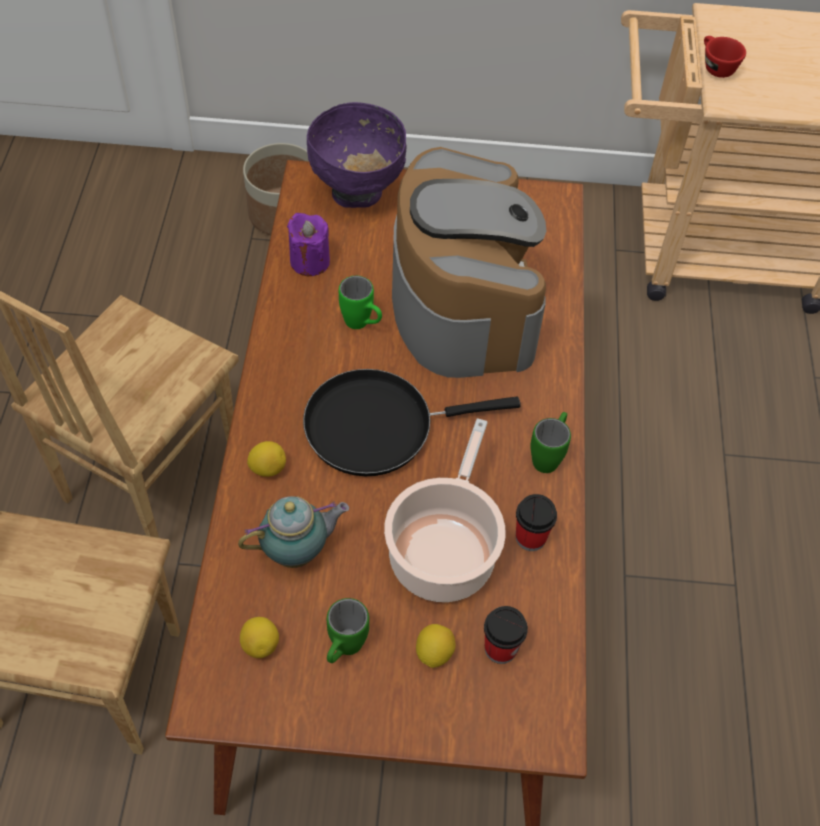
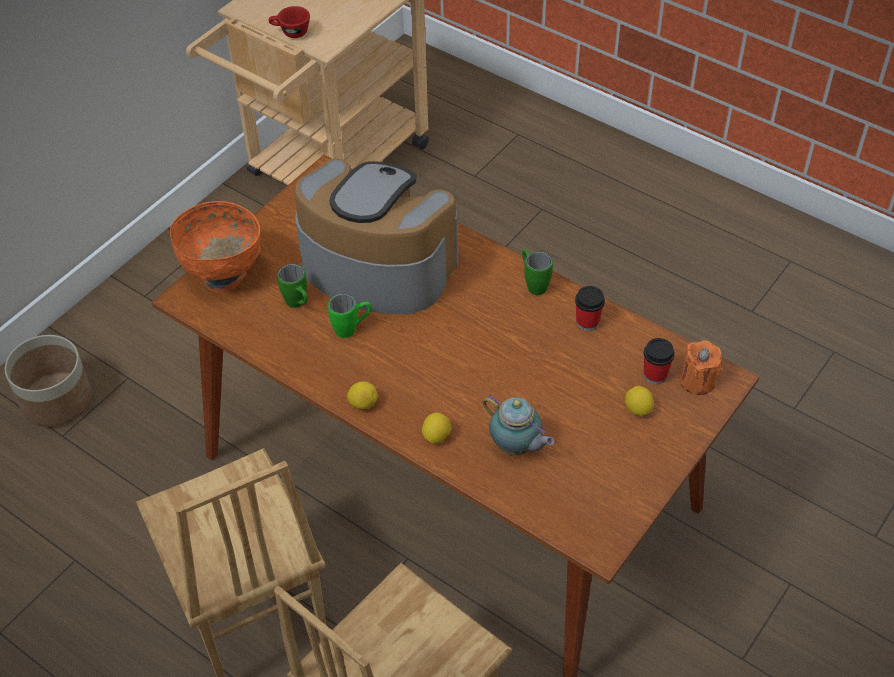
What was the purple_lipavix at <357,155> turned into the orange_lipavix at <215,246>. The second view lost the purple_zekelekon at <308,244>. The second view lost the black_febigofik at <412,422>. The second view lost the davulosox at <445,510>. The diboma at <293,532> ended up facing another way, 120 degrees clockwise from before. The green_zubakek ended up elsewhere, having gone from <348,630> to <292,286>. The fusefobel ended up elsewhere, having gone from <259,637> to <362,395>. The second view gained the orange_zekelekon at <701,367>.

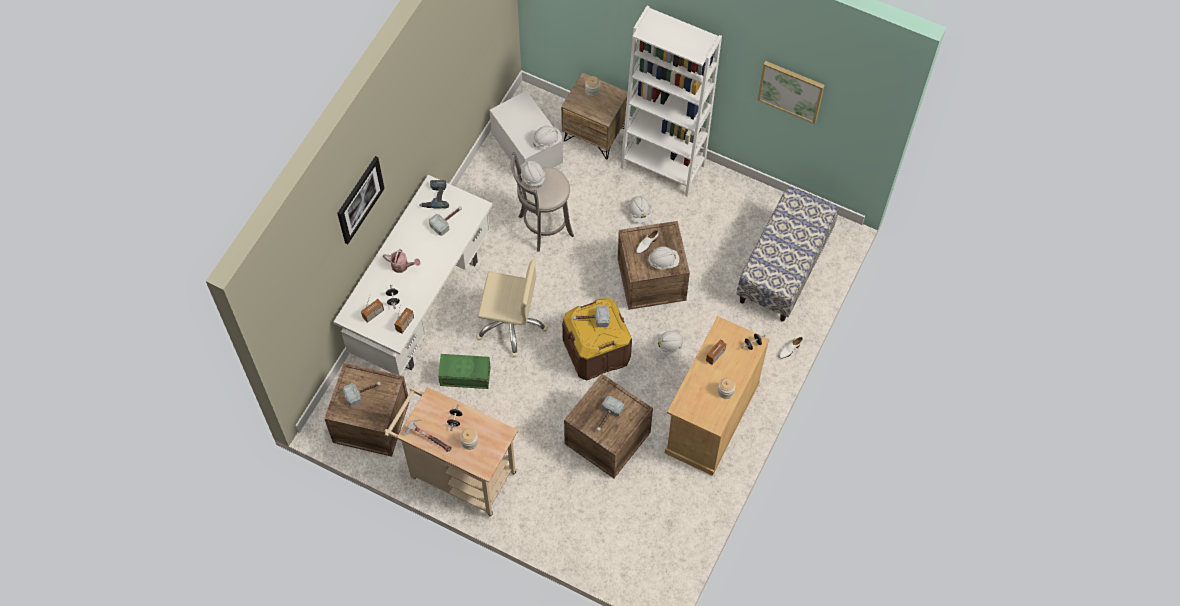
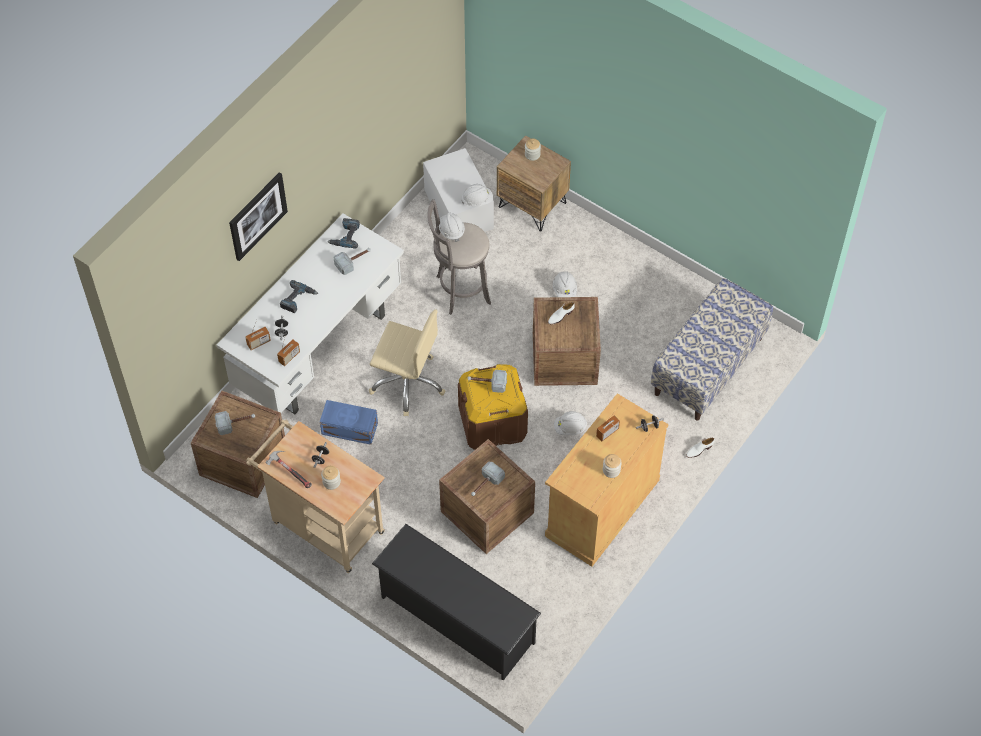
The second view lost the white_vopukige at <671,101>. The second view lost the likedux at <791,92>. The second view lost the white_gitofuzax at <663,258>. Where the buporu stood at <401,261>, the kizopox came to stand at <299,296>. What was the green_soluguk at <464,371> turned into the blue_soluguk at <349,422>. The second view gained the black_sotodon at <456,602>.

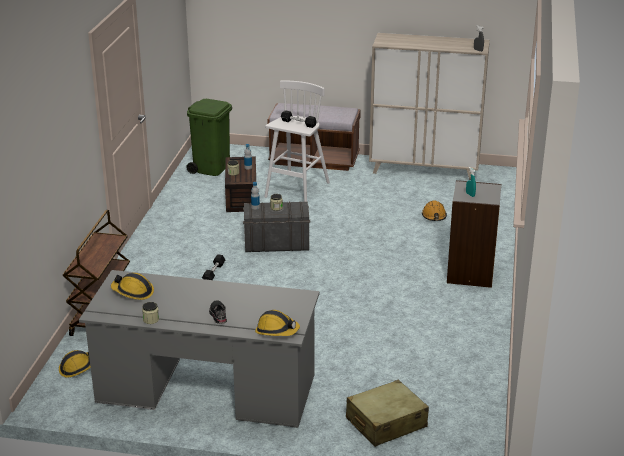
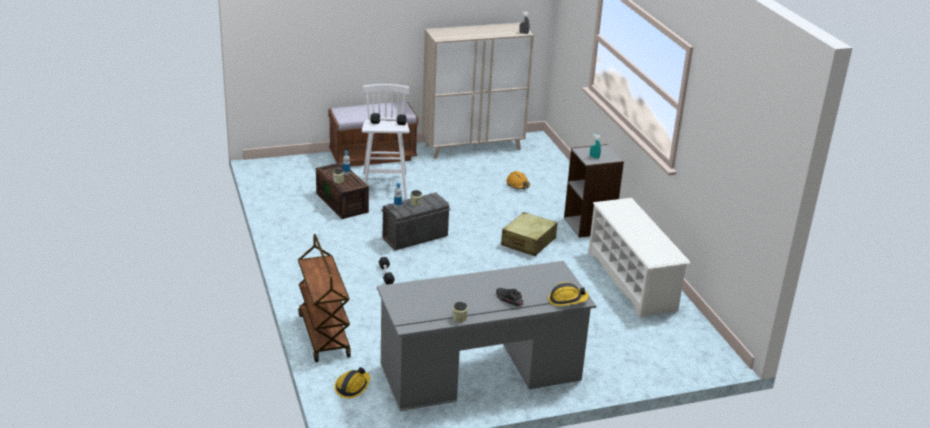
The second view lost the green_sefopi at <209,137>. The second view lost the gitofuzax at <132,286>. The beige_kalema ended up elsewhere, having gone from <387,413> to <529,234>. The second view gained the white_sotodon at <639,258>.

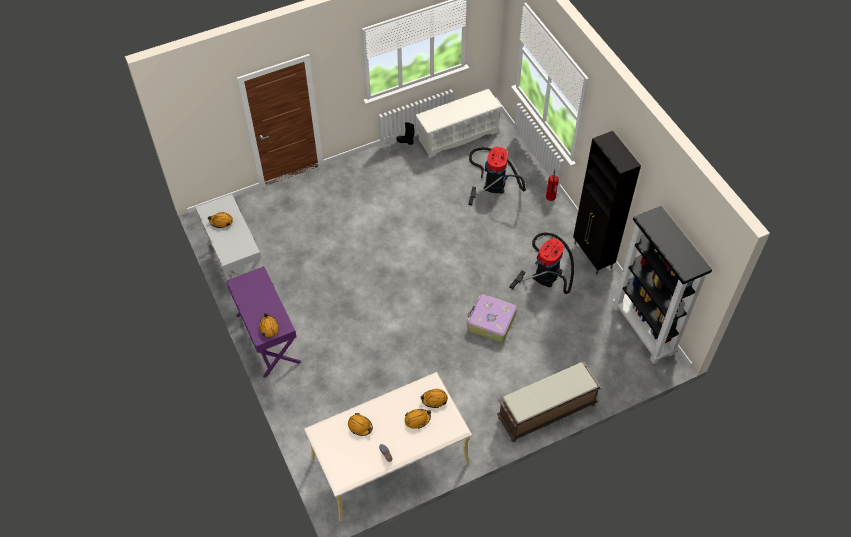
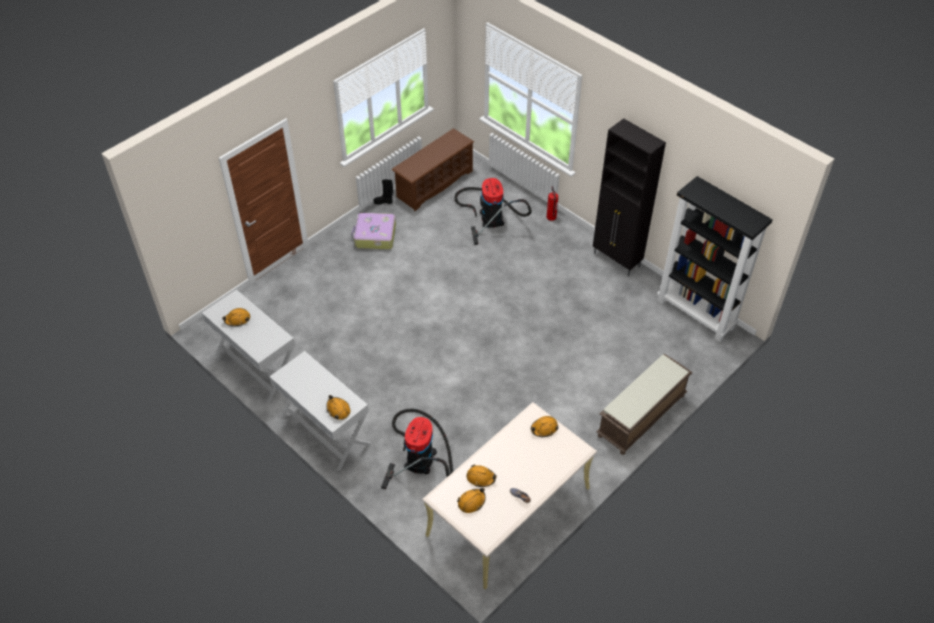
What was the white_sotodon at <458,123> turned into the brown_sotodon at <433,169>. The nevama ended up elsewhere, having gone from <541,263> to <417,449>. What was the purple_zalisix at <263,322> turned into the white_zalisix at <320,411>. The kalema ended up elsewhere, having gone from <492,318> to <373,231>. The orange_gitofuzax ended up elsewhere, having gone from <418,419> to <471,500>.

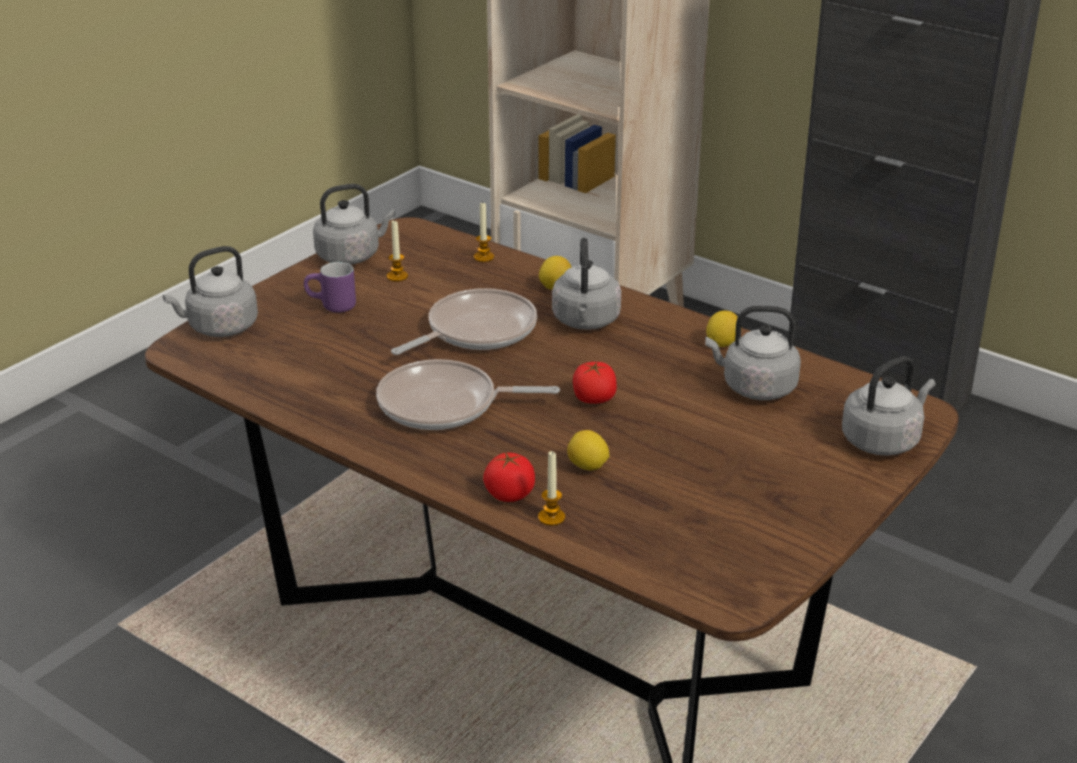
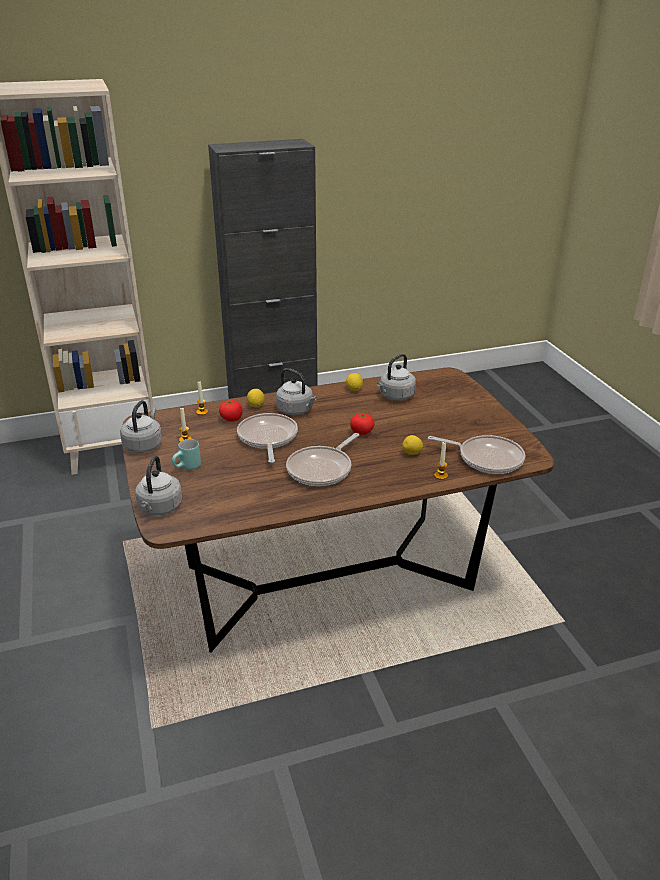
What was the purple_zubakek at <330,287> turned into the turquoise_zubakek at <186,454>. The second view lost the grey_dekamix at <888,406>. The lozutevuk ended up elsewhere, having gone from <509,477> to <231,411>. The second view gained the febigofik at <476,454>.

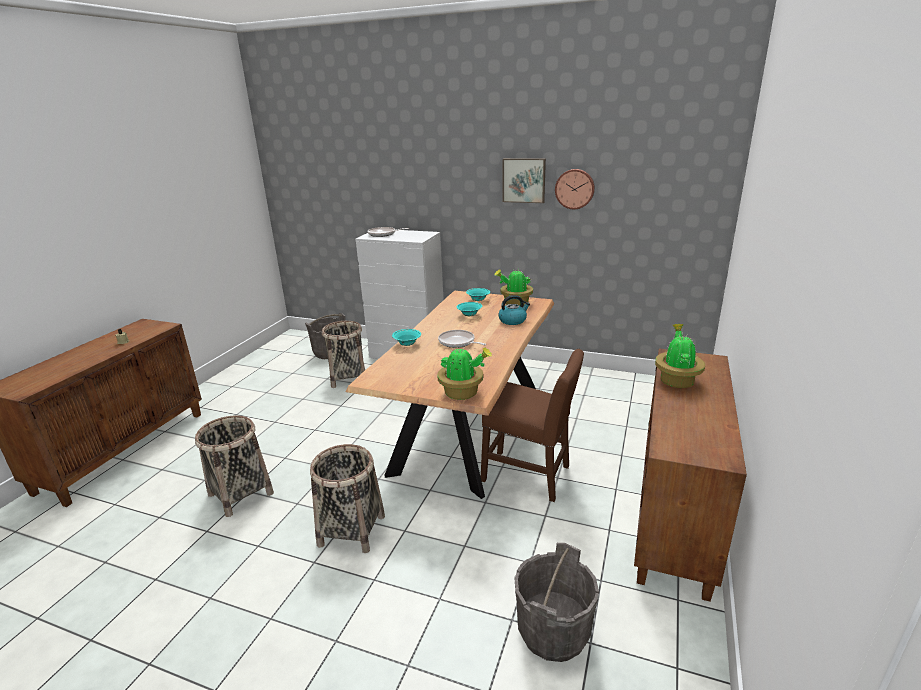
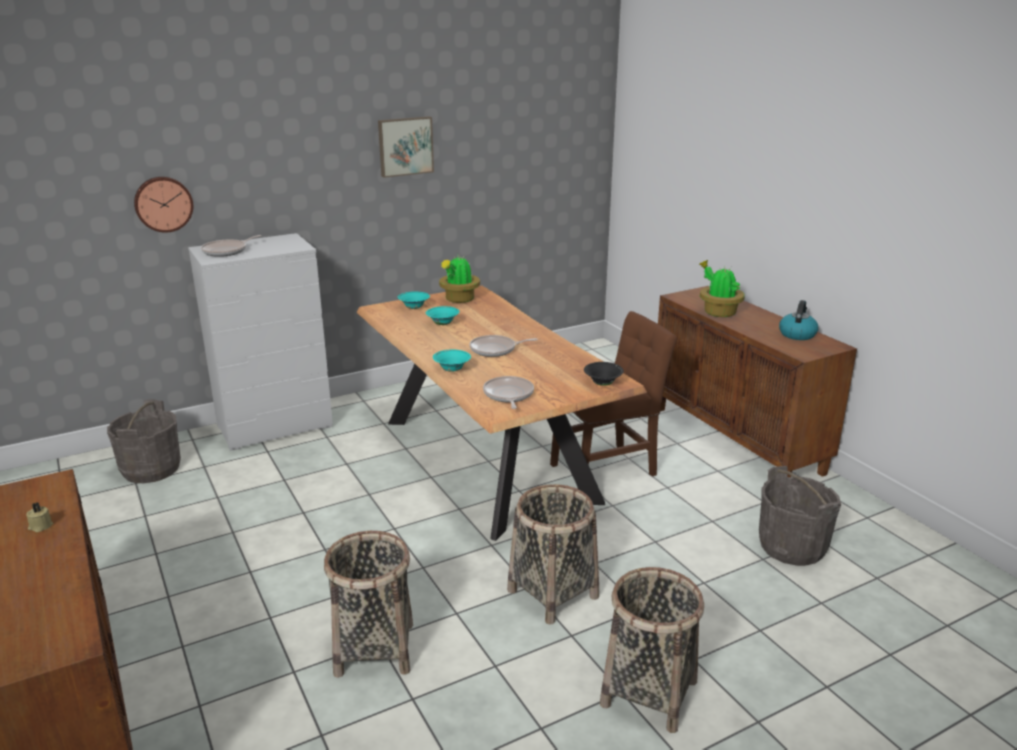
The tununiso ended up elsewhere, having gone from <575,189> to <163,205>. The dekamix ended up elsewhere, having gone from <514,310> to <798,320>. The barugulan ended up elsewhere, having gone from <343,354> to <652,650>. Where the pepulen stood at <464,373>, the black_lipavix came to stand at <604,374>. The second view gained the febigofik at <508,392>.

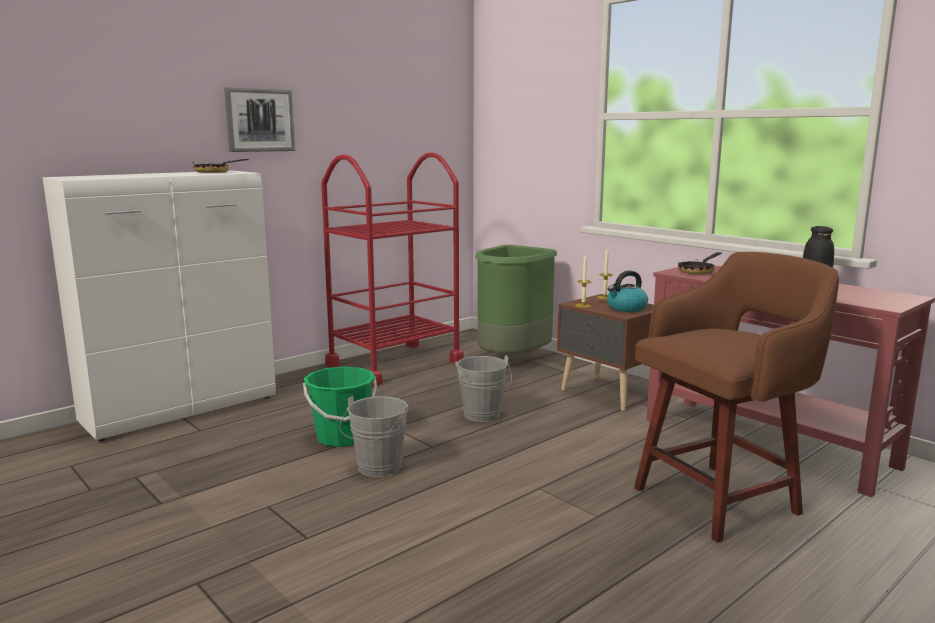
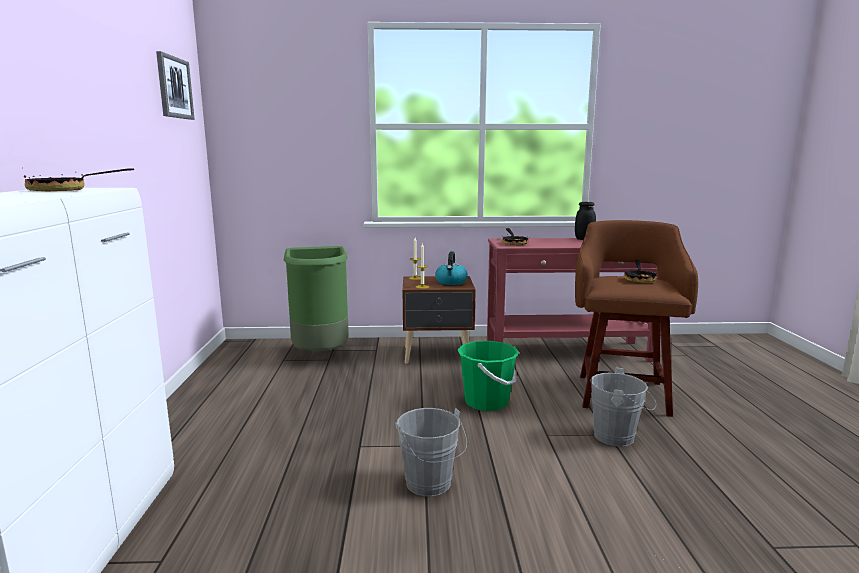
The likedux ended up elsewhere, having gone from <259,119> to <175,85>. The second view lost the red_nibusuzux at <392,269>. The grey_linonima ended up elsewhere, having gone from <483,388> to <623,407>. The green_linonima ended up elsewhere, having gone from <340,407> to <488,376>. The second view gained the febigofik at <640,271>.

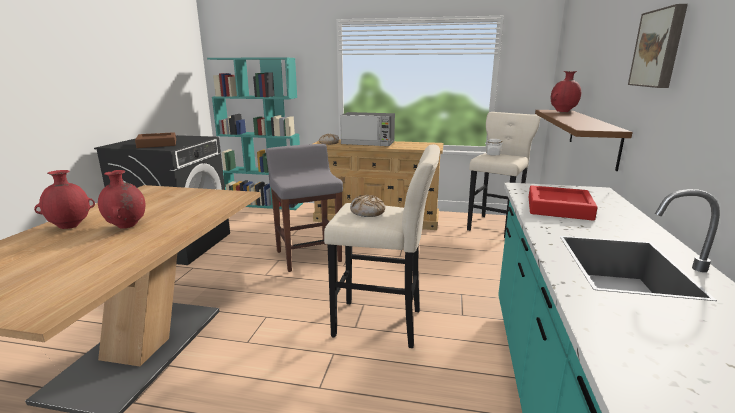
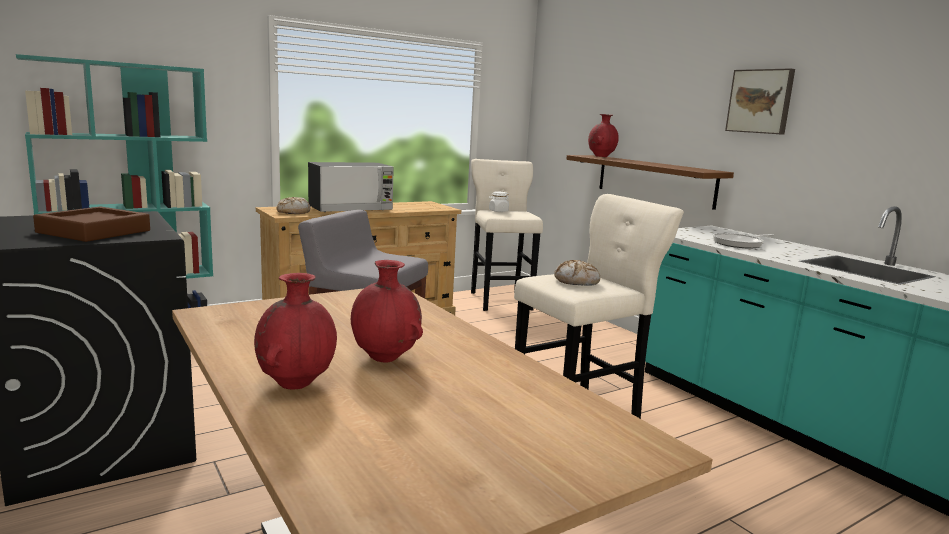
Where the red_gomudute stood at <563,203>, the febigofik came to stand at <743,241>.

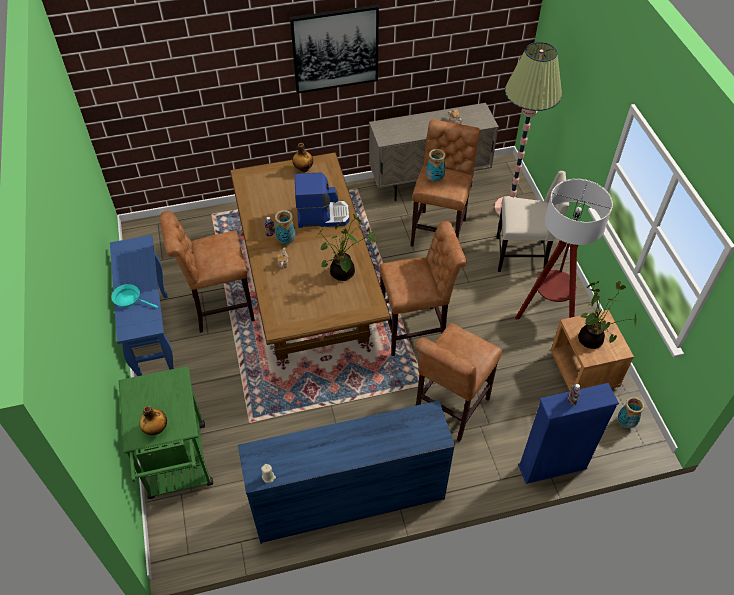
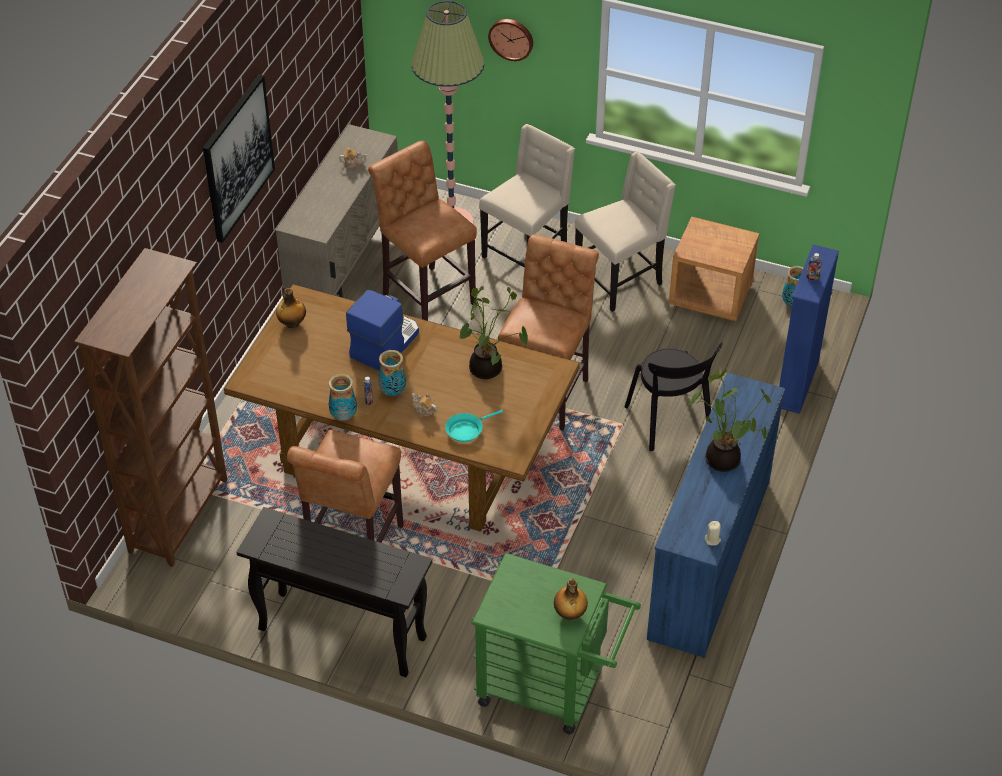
The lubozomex ended up elsewhere, having gone from <435,165> to <343,397>. Where the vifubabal stood at <564,249>, the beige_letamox came to stand at <625,232>. What was the blue_zalisix at <142,305> turned into the black_zalisix at <334,592>. The pepulen ended up elsewhere, having gone from <607,315> to <730,421>. The turquoise_febigofik ended up elsewhere, having gone from <134,296> to <474,426>. Where the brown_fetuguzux stood at <458,382>, the black_letamox came to stand at <674,396>. The second view gained the tununiso at <510,40>. The second view gained the brown_vopukige at <150,407>.

